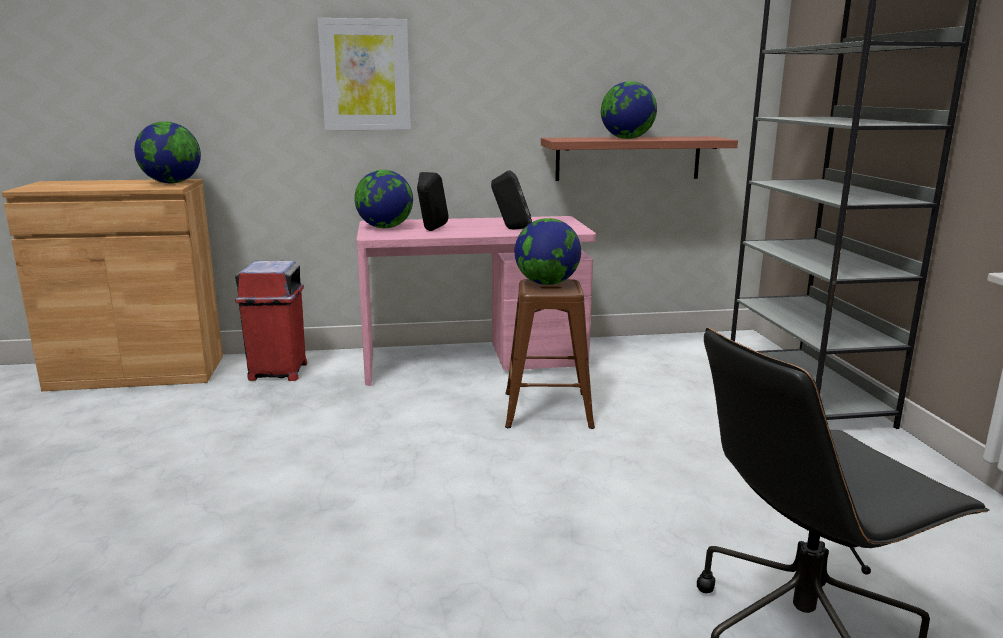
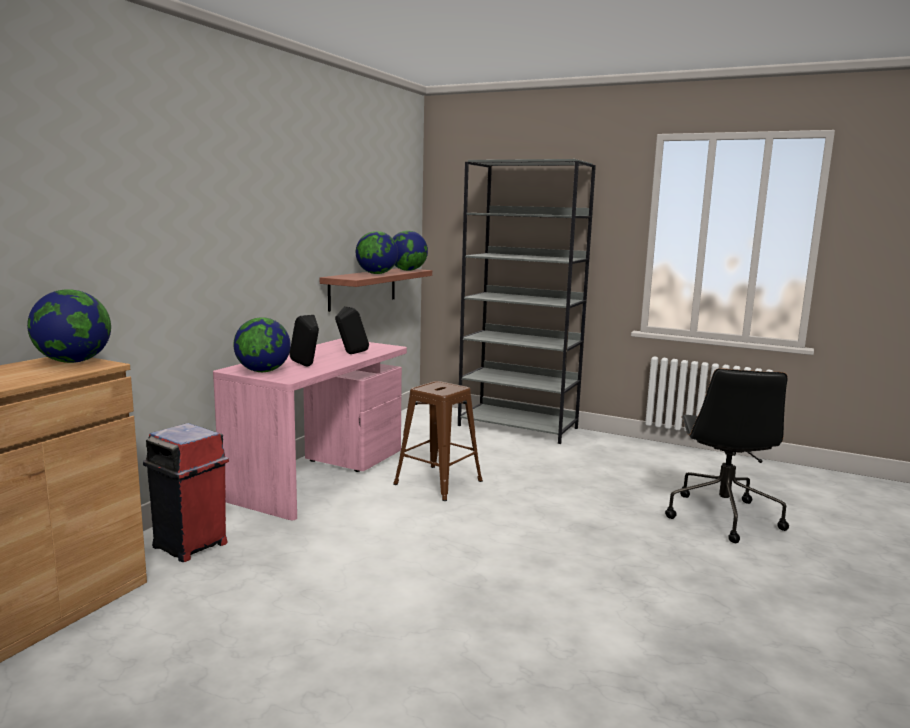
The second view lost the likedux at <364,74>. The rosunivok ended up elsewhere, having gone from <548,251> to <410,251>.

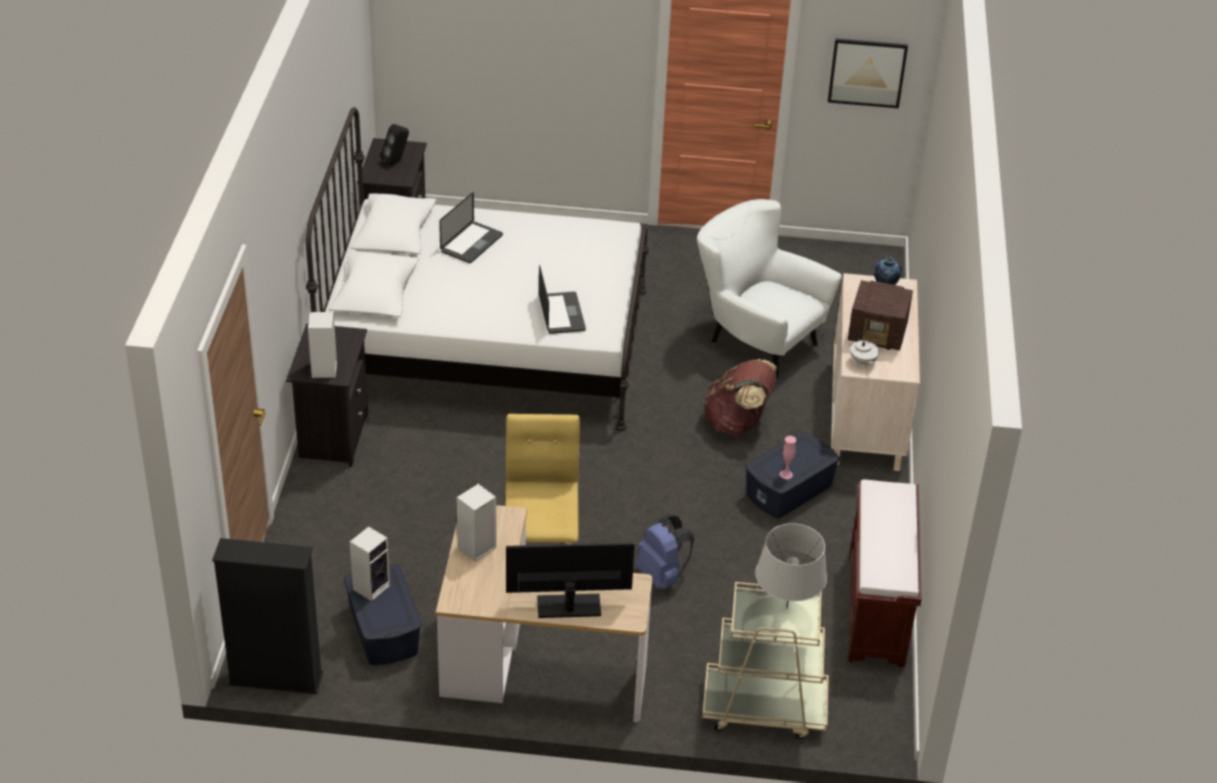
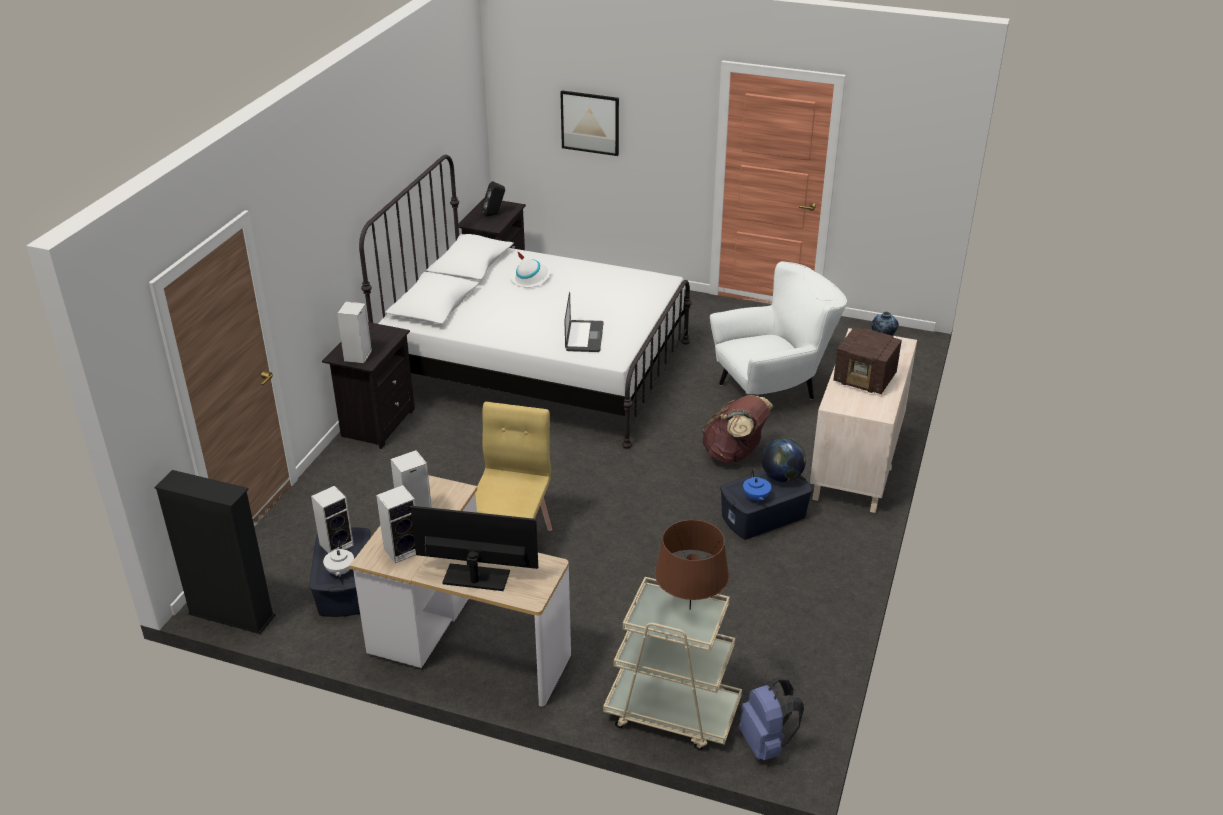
The likedux ended up elsewhere, having gone from <868,73> to <589,123>. Where the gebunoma stood at <471,227>, the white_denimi came to stand at <530,269>. The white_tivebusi at <769,289> ended up facing another way, 105 degrees clockwise from before. The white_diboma ended up elsewhere, having gone from <865,349> to <338,559>. Where the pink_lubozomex stood at <787,457>, the blue_diboma came to stand at <757,485>. The second view lost the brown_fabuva at <885,573>. The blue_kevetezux ended up elsewhere, having gone from <665,552> to <771,719>. What was the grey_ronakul at <791,566> turned into the brown_ronakul at <692,565>. The second view gained the rosunivok at <783,460>. The second view gained the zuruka at <396,524>.

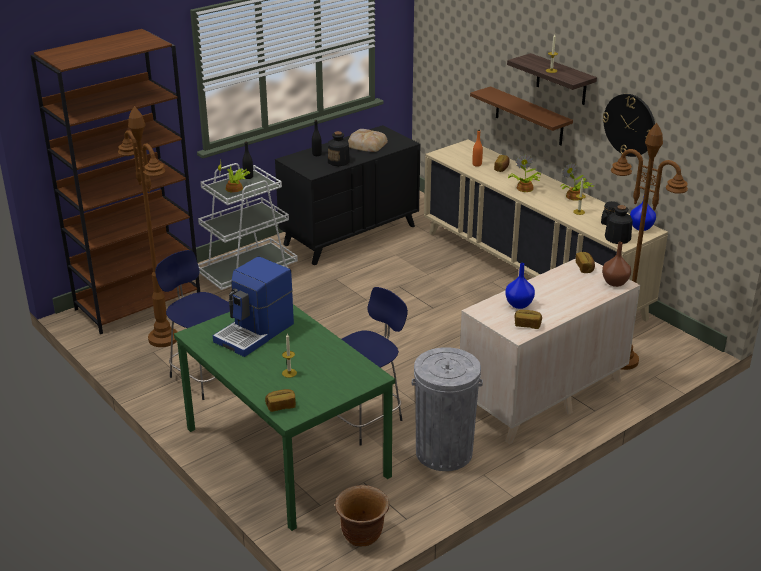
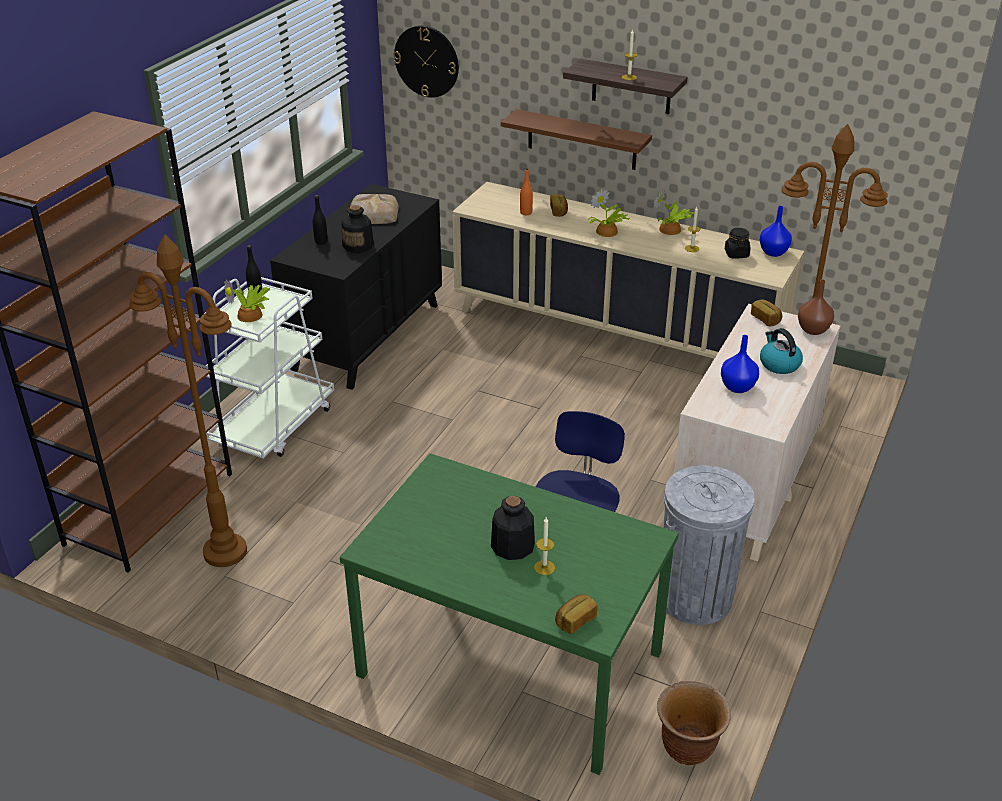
The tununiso ended up elsewhere, having gone from <628,125> to <426,61>. The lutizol ended up elsewhere, having gone from <619,224> to <513,528>. The second view lost the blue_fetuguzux at <192,325>. The second view lost the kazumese at <253,307>. The second view lost the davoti at <528,319>. The second view gained the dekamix at <781,351>.

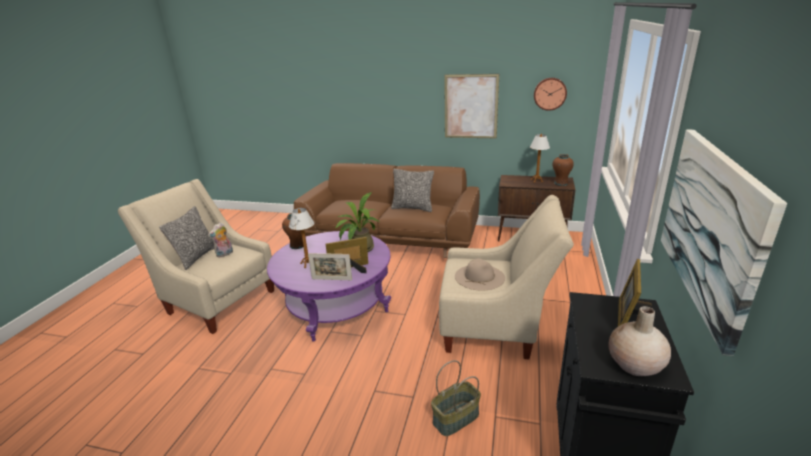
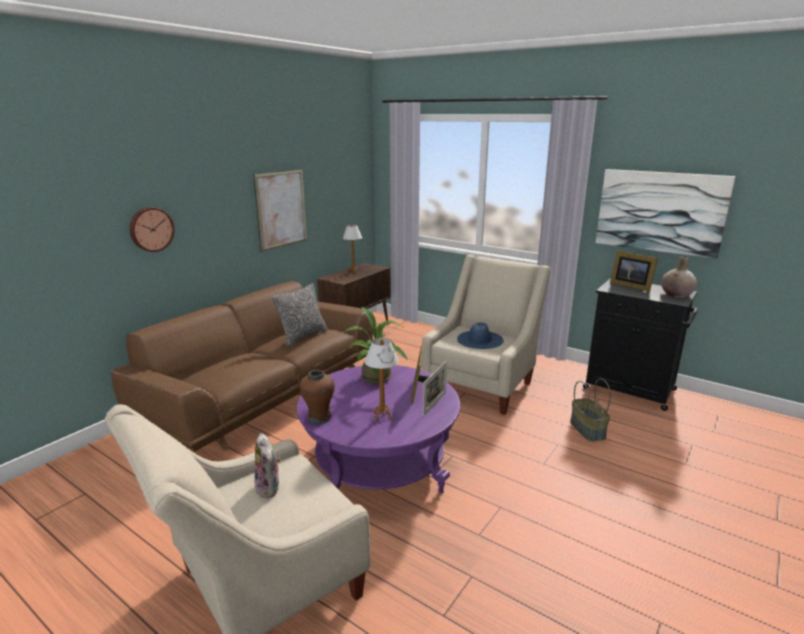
The tununiso ended up elsewhere, having gone from <550,94> to <152,229>. The second view lost the brown_lubozomex at <563,170>. The second view lost the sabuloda at <186,238>. What was the beige_denimi at <480,274> turned into the blue_denimi at <480,336>.

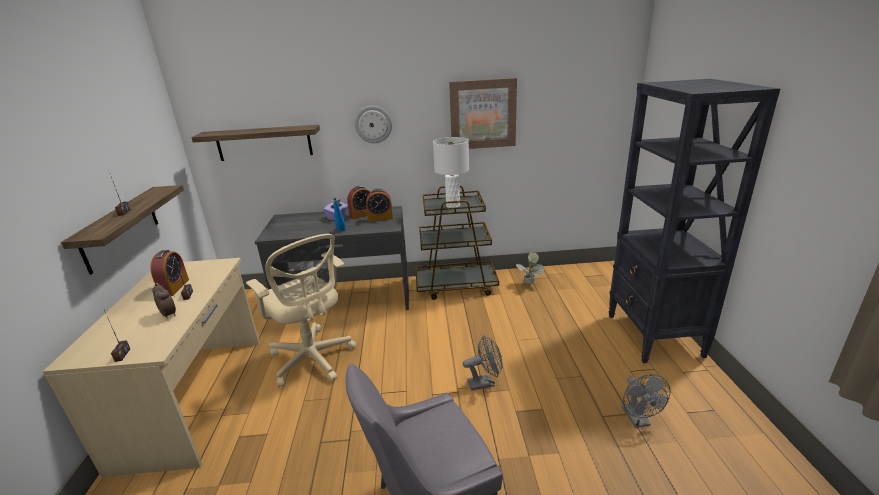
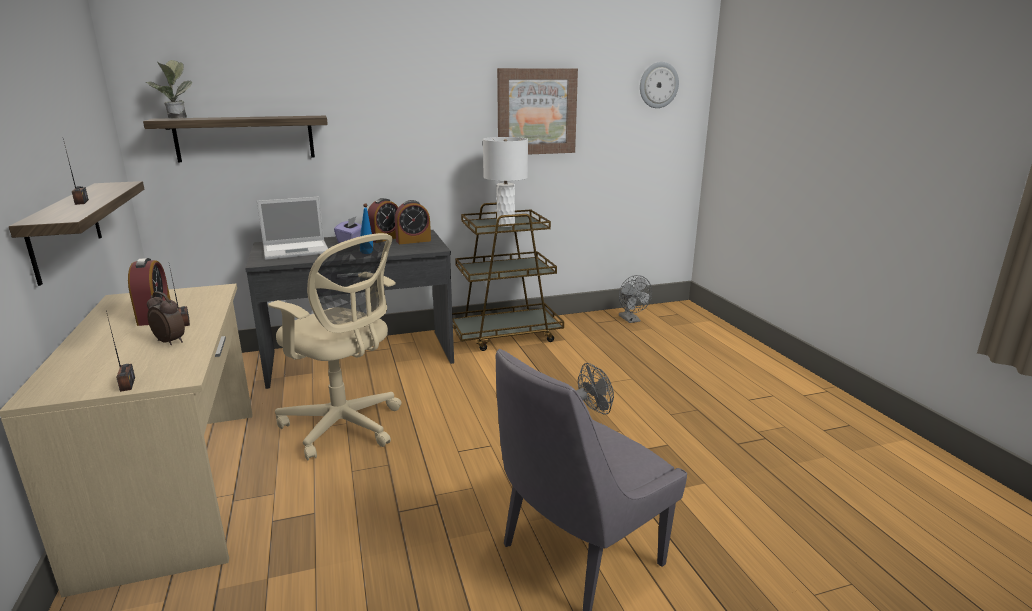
The second view lost the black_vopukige at <694,221>. The tununiso ended up elsewhere, having gone from <373,124> to <659,85>. The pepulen ended up elsewhere, having gone from <530,268> to <169,89>. The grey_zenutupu ended up elsewhere, having gone from <646,401> to <635,299>. The second view gained the gebunoma at <292,228>.

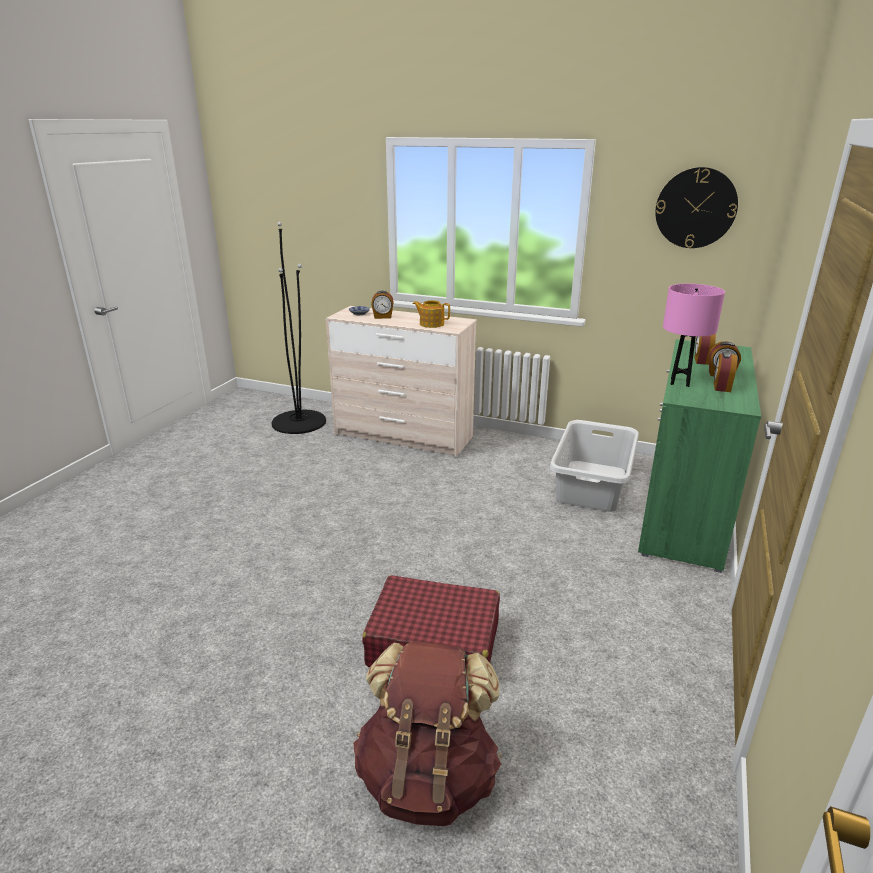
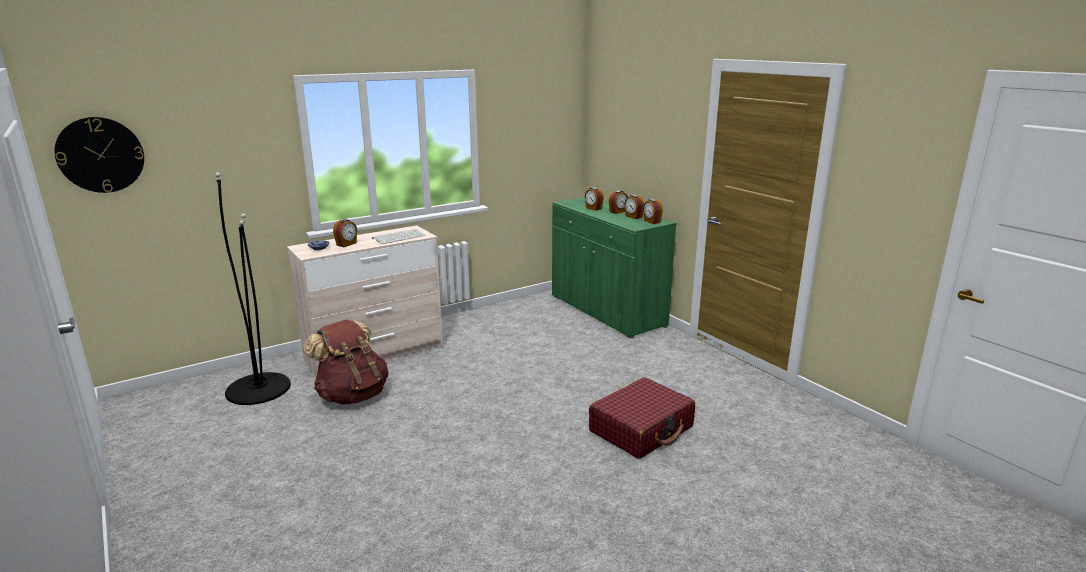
The tununiso ended up elsewhere, having gone from <696,207> to <99,155>. The second view lost the pink_ronakul at <694,335>. Where the diboma stood at <431,314>, the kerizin came to stand at <398,236>. The second view lost the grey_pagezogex at <594,466>. The brown_kevetezux ended up elsewhere, having gone from <427,733> to <345,362>. The second view gained the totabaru at <653,211>.

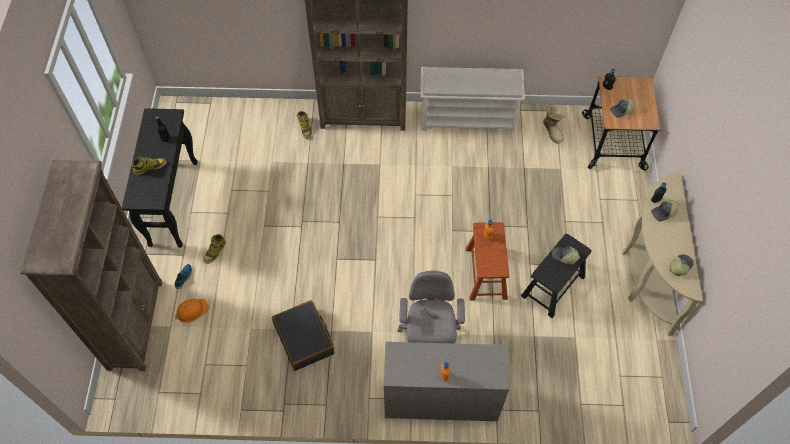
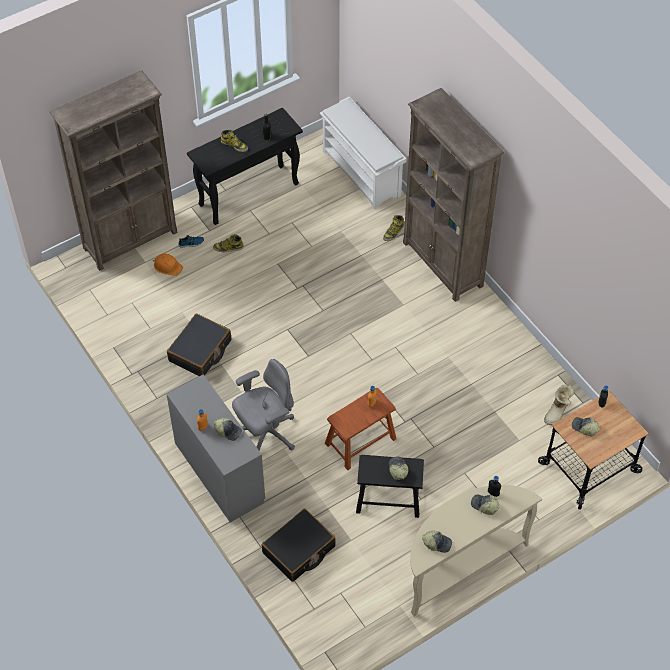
The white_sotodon ended up elsewhere, having gone from <472,99> to <363,153>. The second view gained the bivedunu at <228,429>. The second view gained the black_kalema at <298,545>.

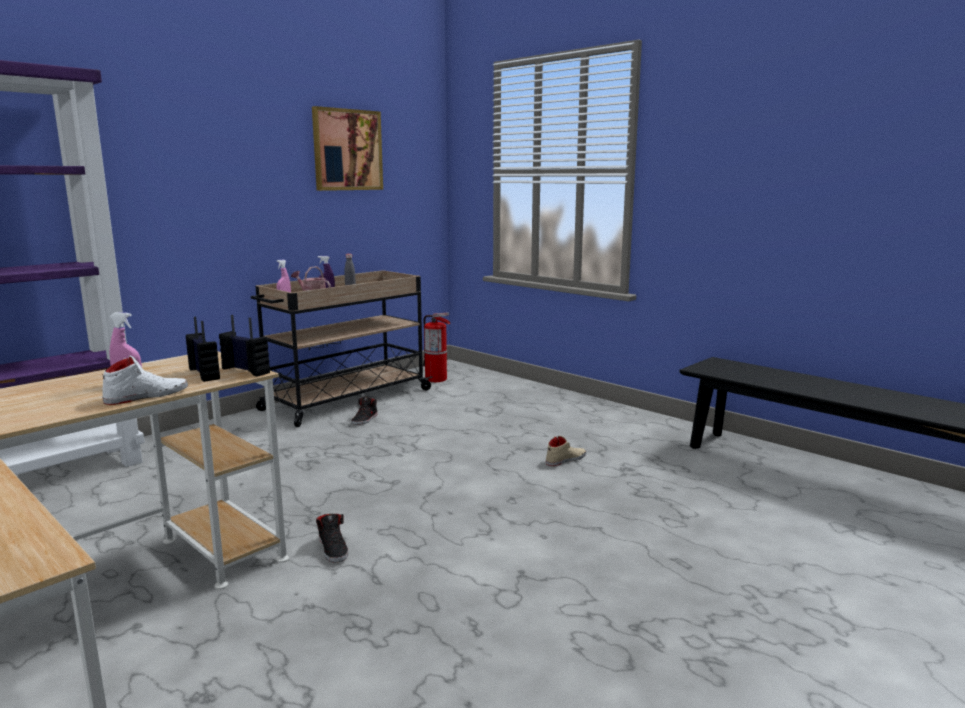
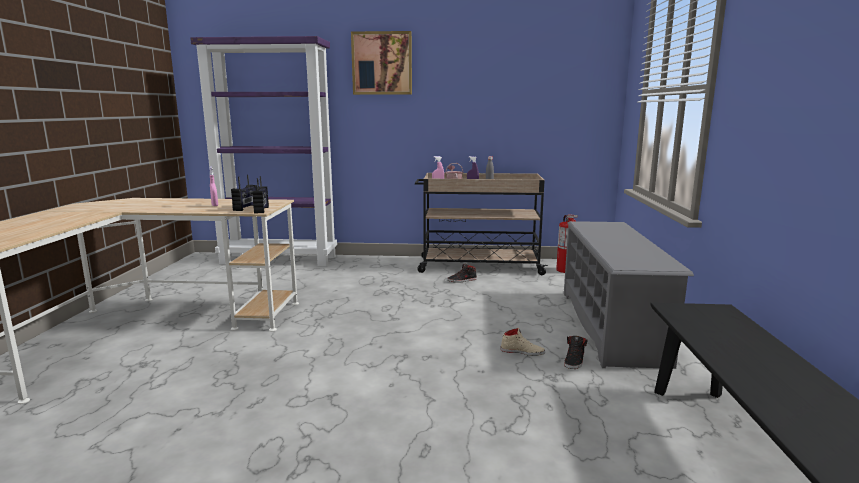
The likedux ended up elsewhere, having gone from <347,148> to <381,63>. The second view lost the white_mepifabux at <145,380>. The black_mepifabux ended up elsewhere, having gone from <332,538> to <576,352>. The second view gained the grey_sotodon at <629,295>.

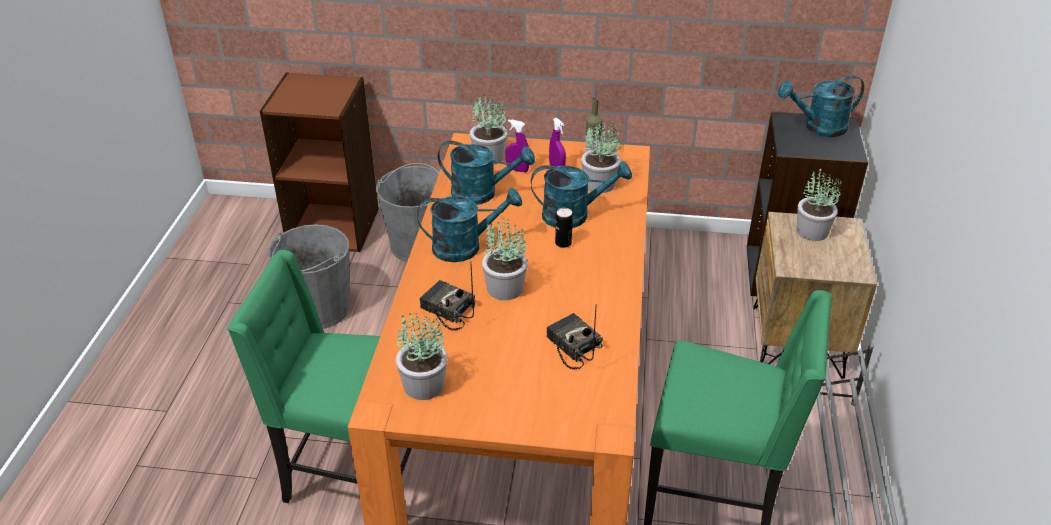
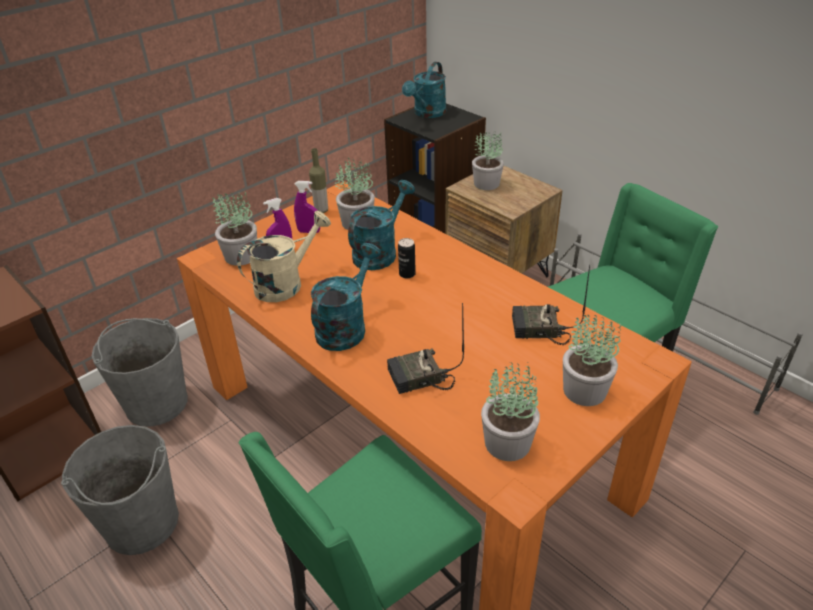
What was the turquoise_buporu at <486,173> turned into the beige_buporu at <284,256>. The pepulen ended up elsewhere, having gone from <505,259> to <592,360>.

